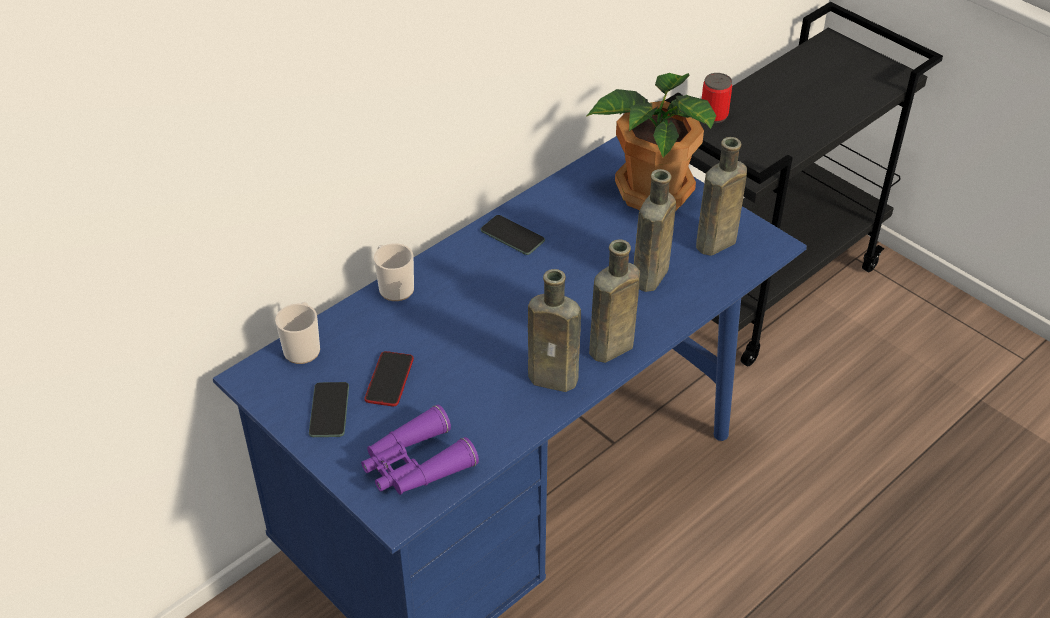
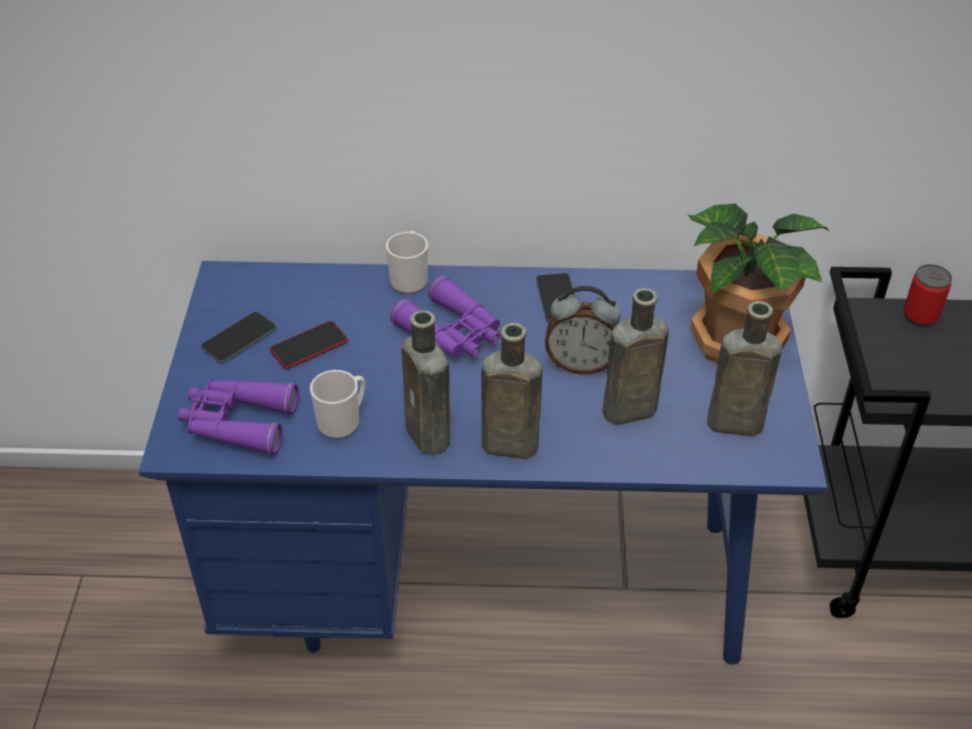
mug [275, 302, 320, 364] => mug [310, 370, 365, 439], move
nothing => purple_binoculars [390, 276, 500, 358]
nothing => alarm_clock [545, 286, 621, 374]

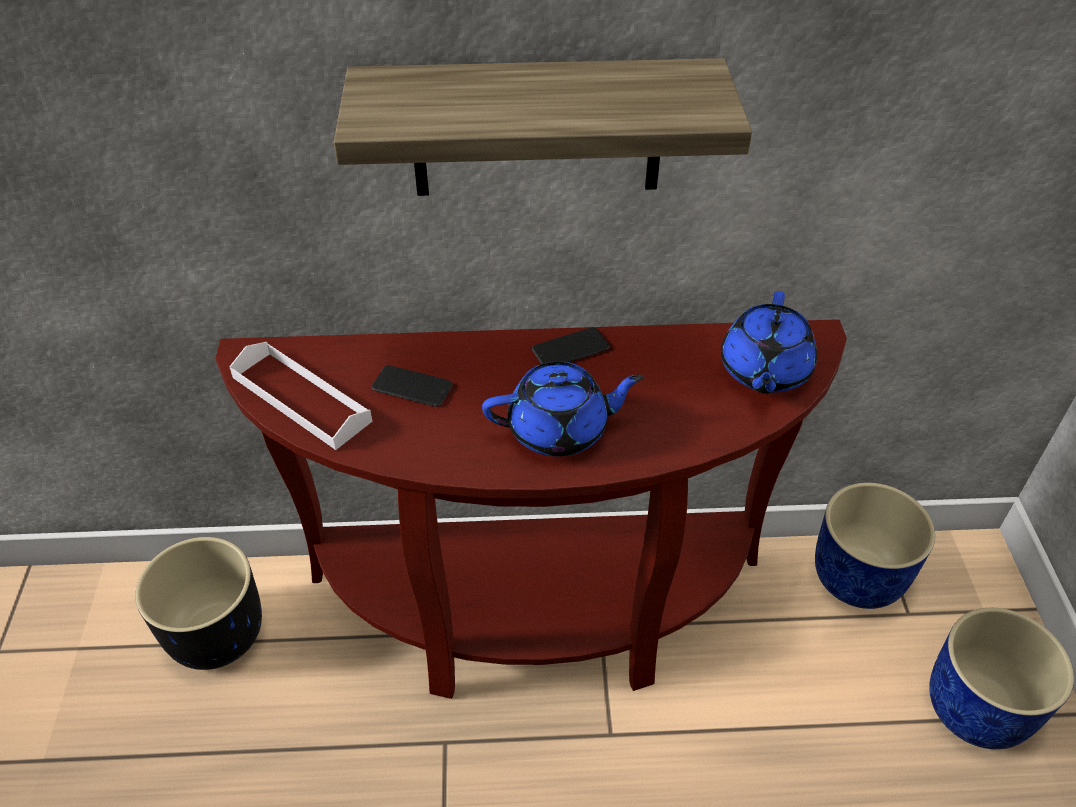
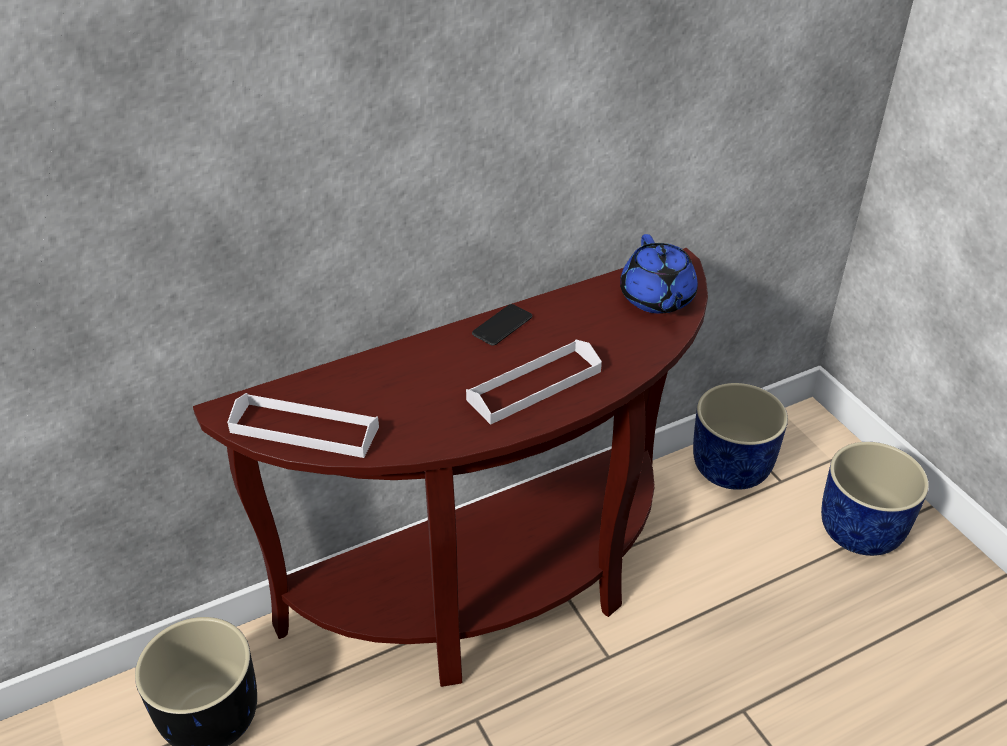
shelf [334, 58, 752, 196] => nothing
blue_teapot [482, 361, 644, 456] => white_tray [466, 340, 602, 425]
phone [372, 365, 453, 407] => nothing

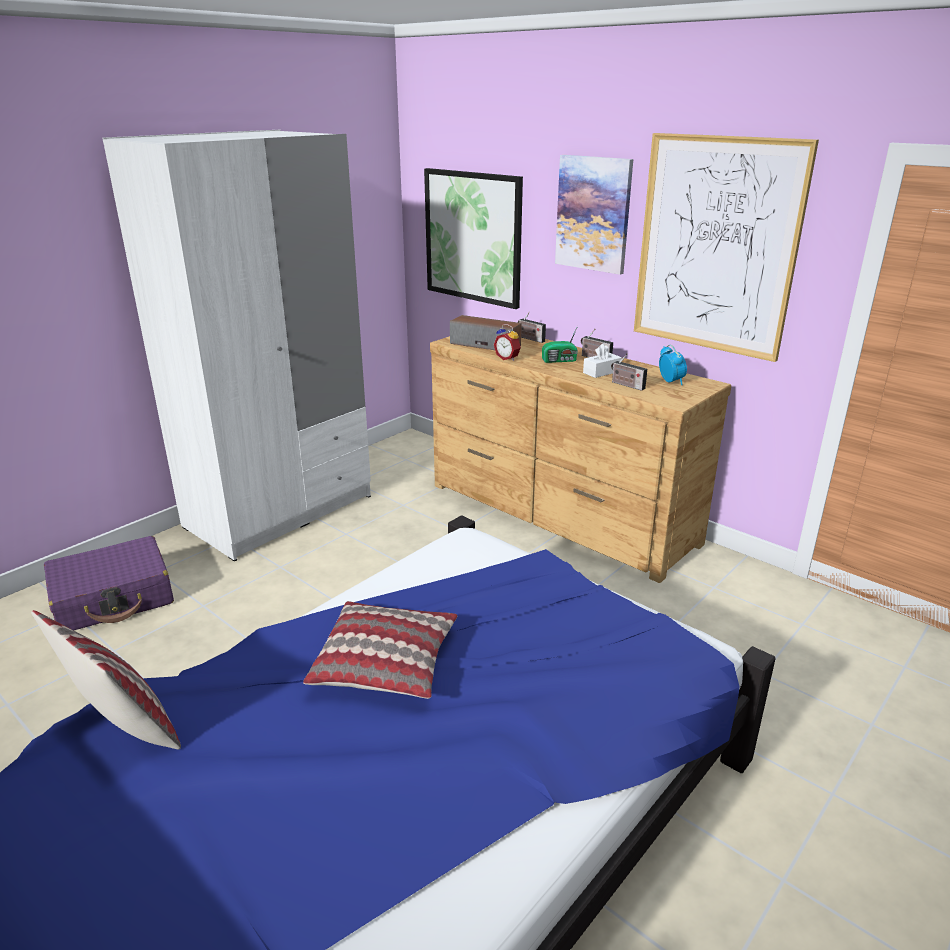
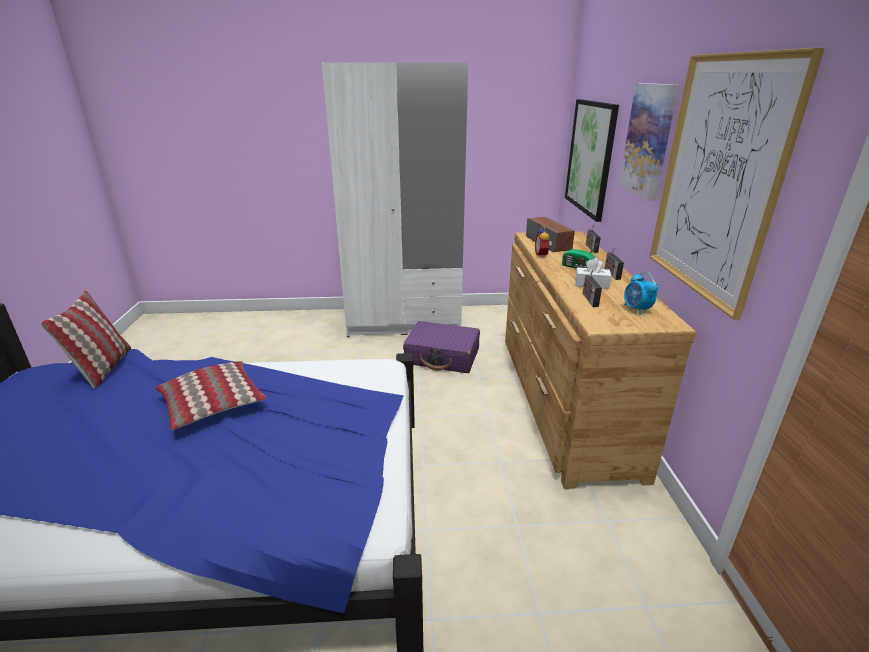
alarm_clock [659, 345, 687, 385] => alarm_clock [624, 272, 658, 315], 135 degrees clockwise
purple_suitcase [44, 536, 174, 630] => purple_suitcase [403, 321, 480, 373], move

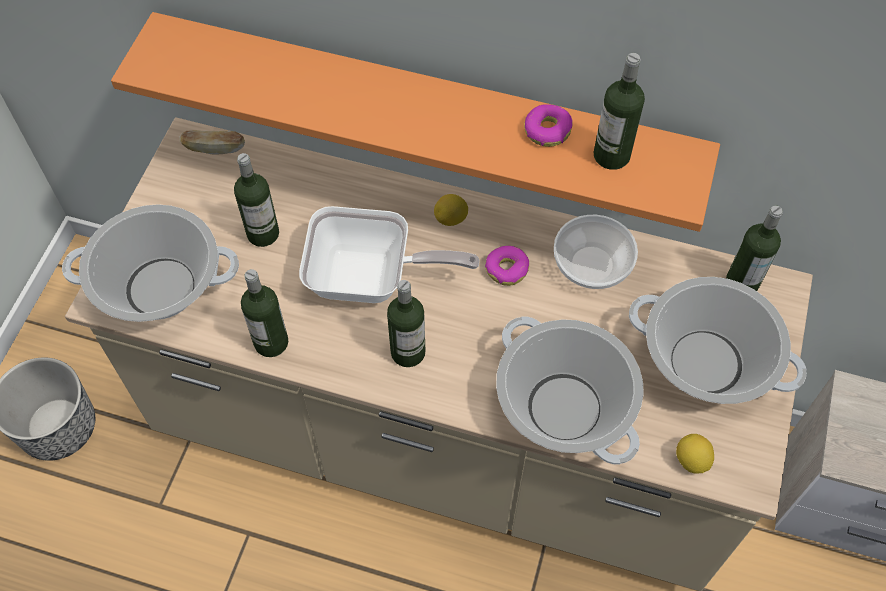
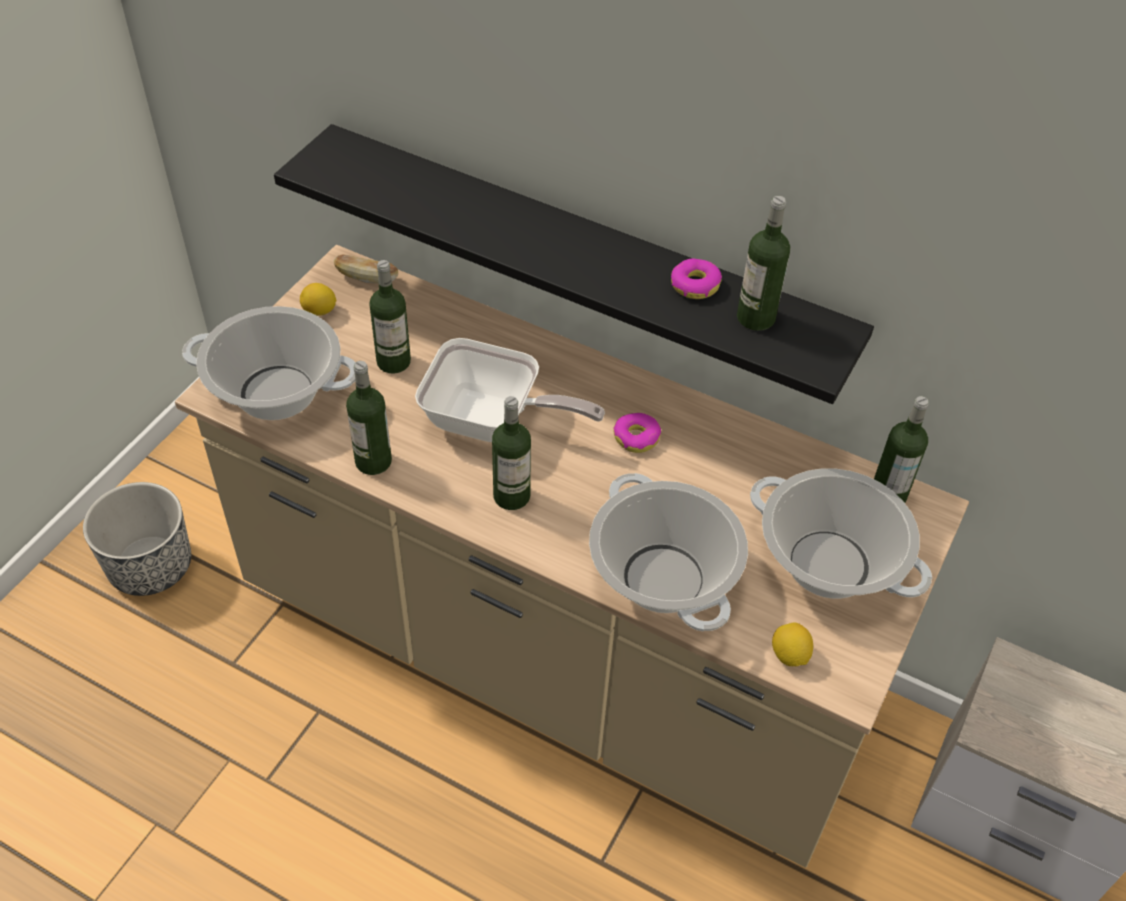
orange_shelf [111, 12, 720, 232] => black_shelf [274, 124, 874, 404]
lemon [434, 194, 468, 226] => lemon [300, 283, 336, 315], move
bowl [554, 215, 638, 289] => nothing

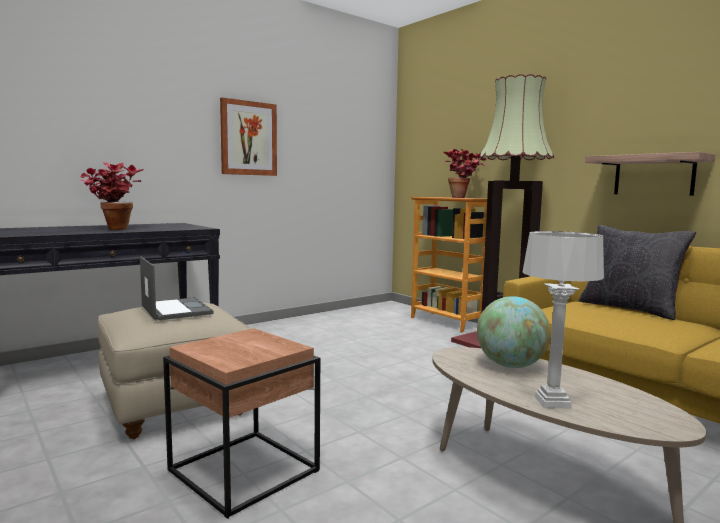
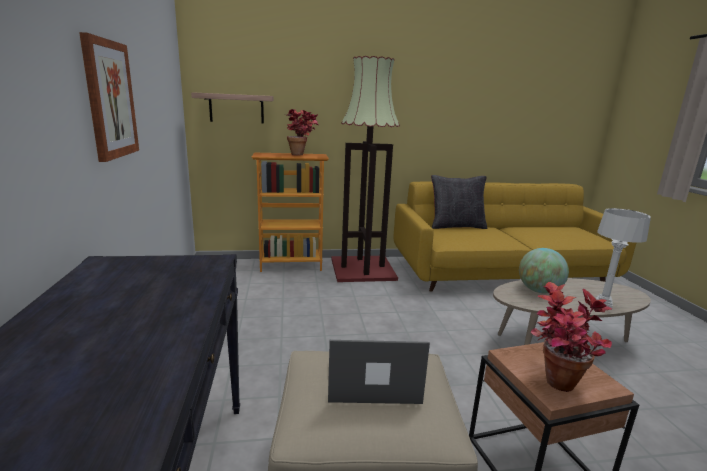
shelf [585, 152, 716, 196] => shelf [191, 92, 273, 123], move
potted_plant [81, 162, 144, 230] => potted_plant [531, 282, 612, 392], move

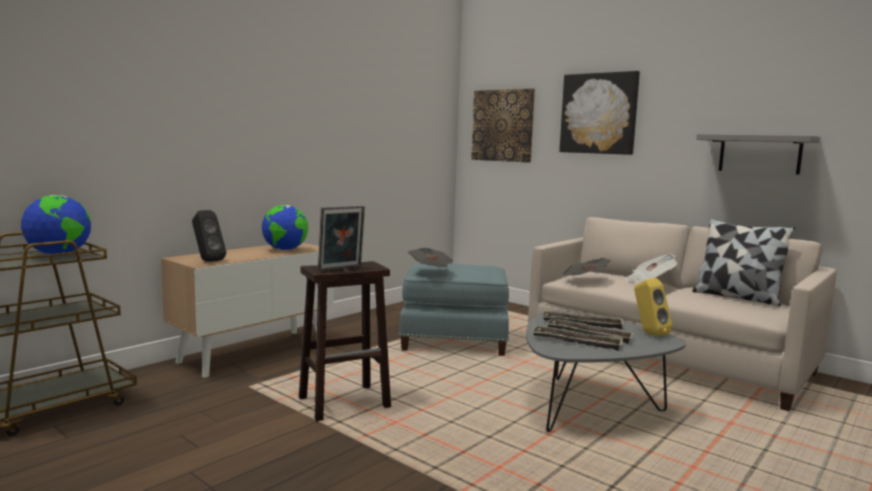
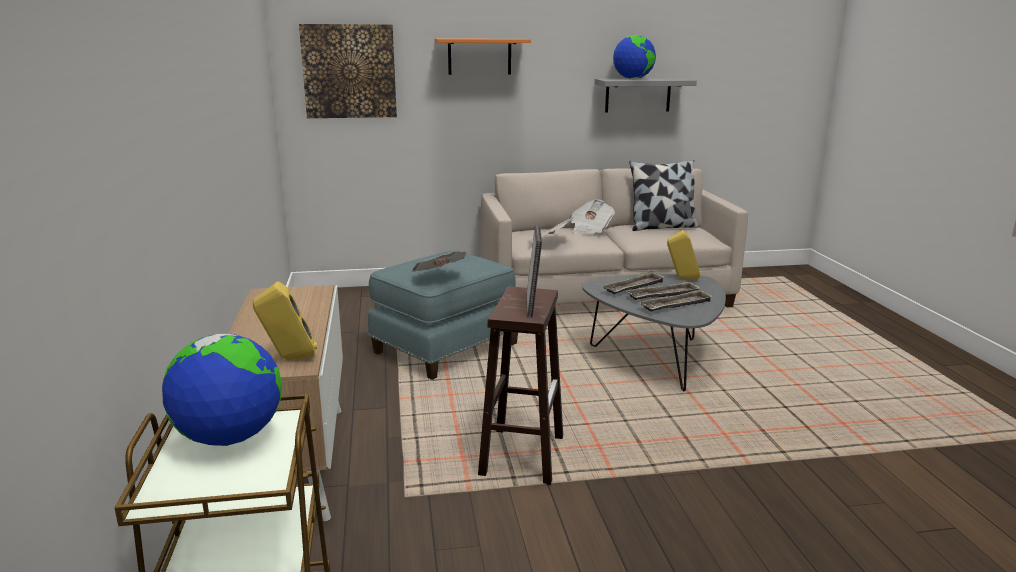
picture [559, 71, 640, 155] => orange_shelf [435, 38, 531, 75]
globe [262, 205, 308, 250] => globe [613, 35, 656, 79], move
black_speaker [192, 210, 226, 262] => yellow_speaker [253, 281, 317, 360]

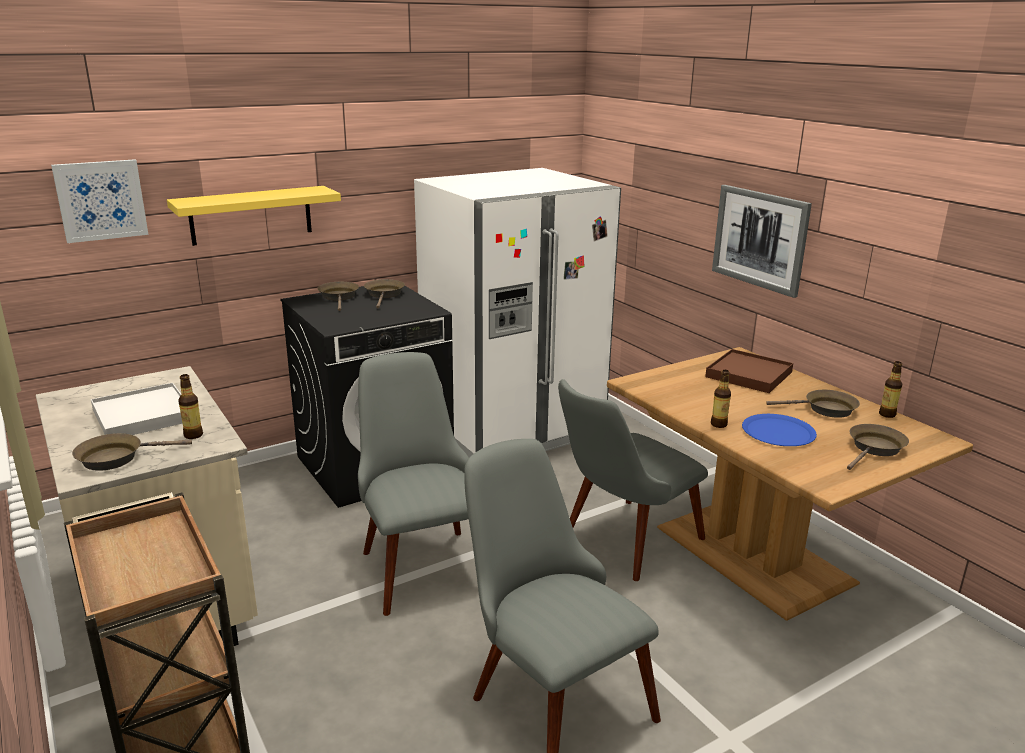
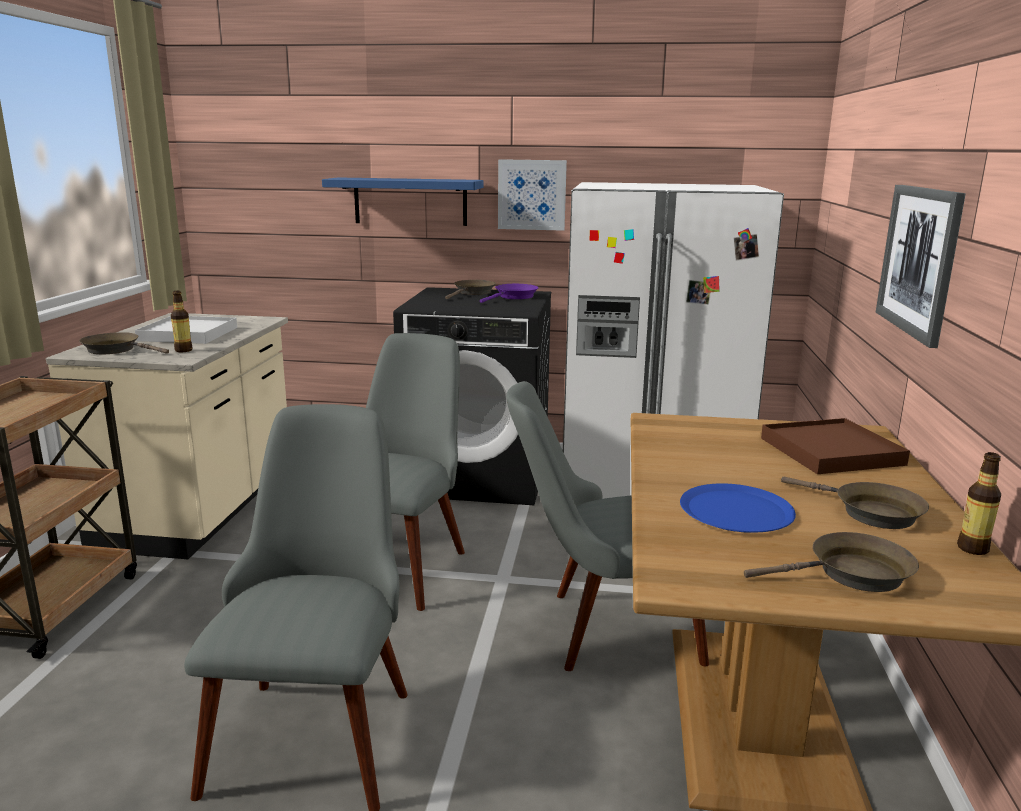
picture [51, 159, 149, 243] => picture [498, 159, 567, 231], move
yellow_shelf [167, 186, 341, 246] => blue_shelf [322, 177, 483, 226]
brown_frying_pan [364, 279, 405, 308] => purple_frying_pan [480, 284, 538, 303]
bottle [711, 370, 731, 428] => nothing

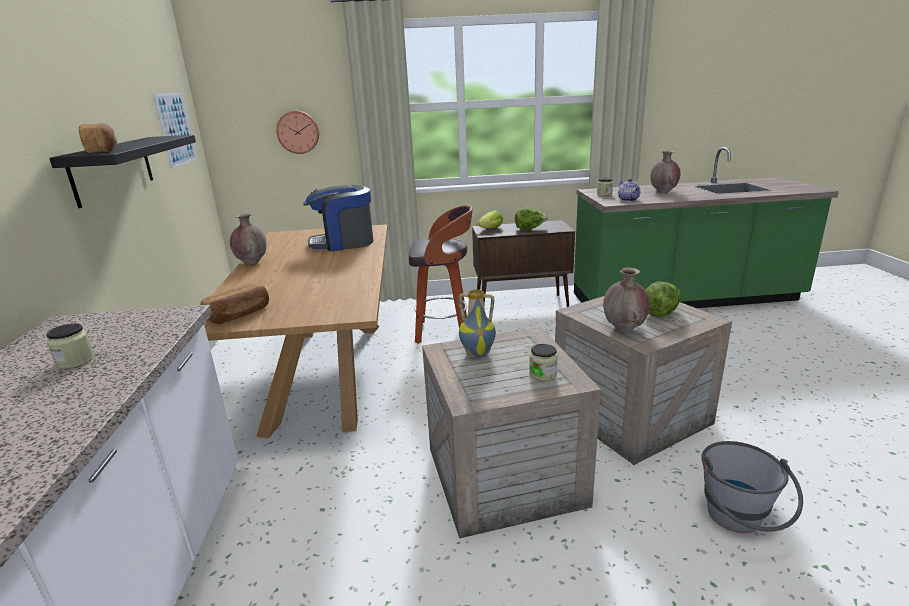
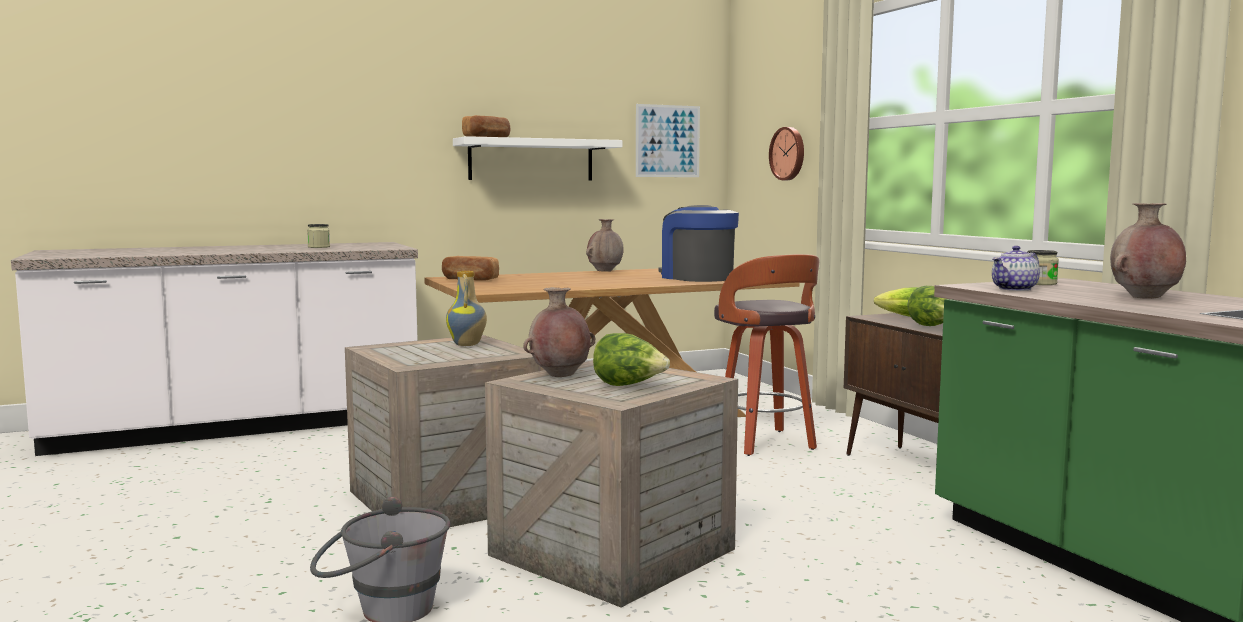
black_shelf [49, 135, 196, 208] => white_shelf [453, 136, 622, 180]
jar [530, 344, 558, 381] => nothing

